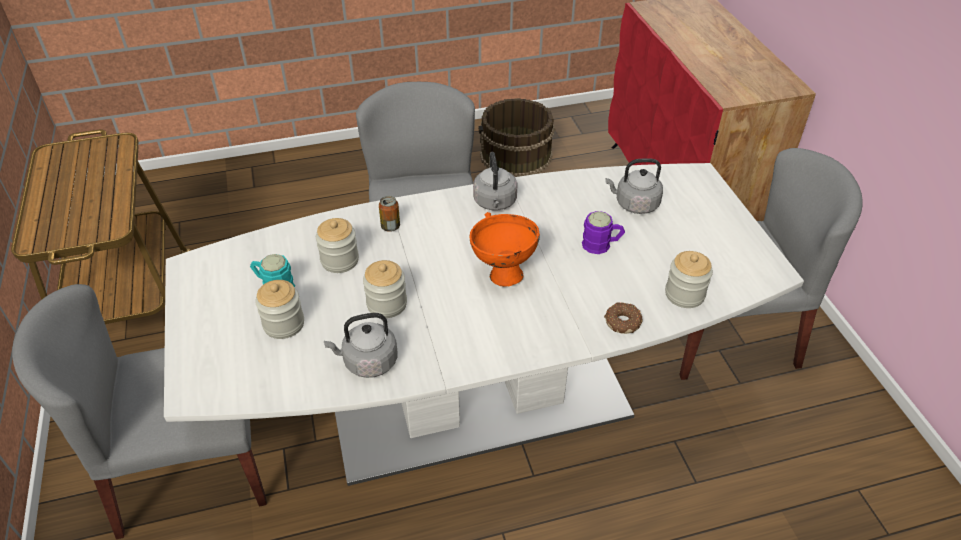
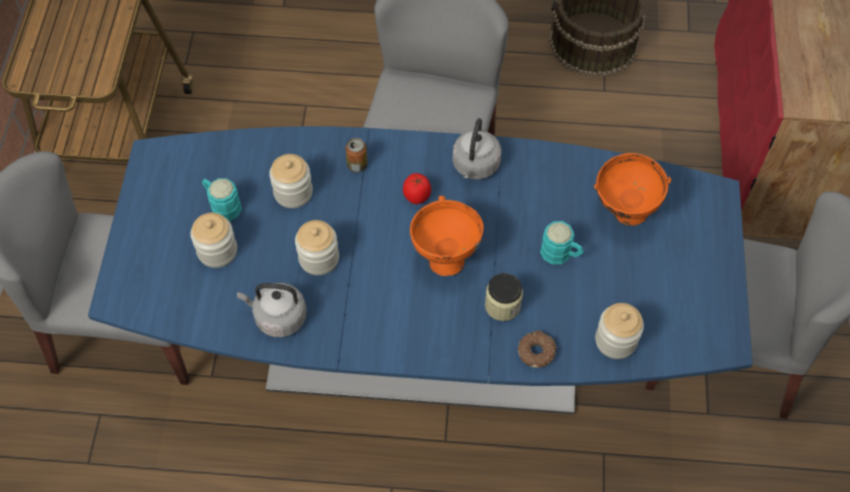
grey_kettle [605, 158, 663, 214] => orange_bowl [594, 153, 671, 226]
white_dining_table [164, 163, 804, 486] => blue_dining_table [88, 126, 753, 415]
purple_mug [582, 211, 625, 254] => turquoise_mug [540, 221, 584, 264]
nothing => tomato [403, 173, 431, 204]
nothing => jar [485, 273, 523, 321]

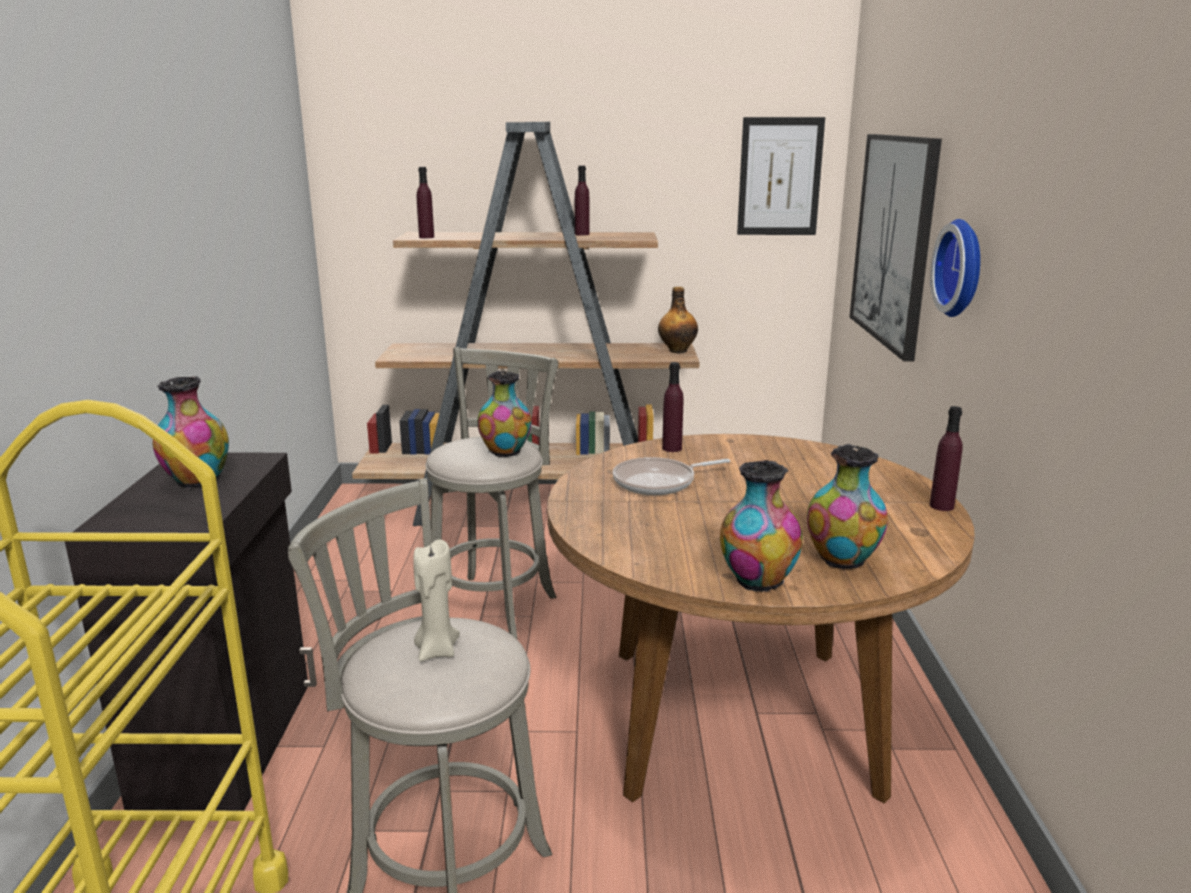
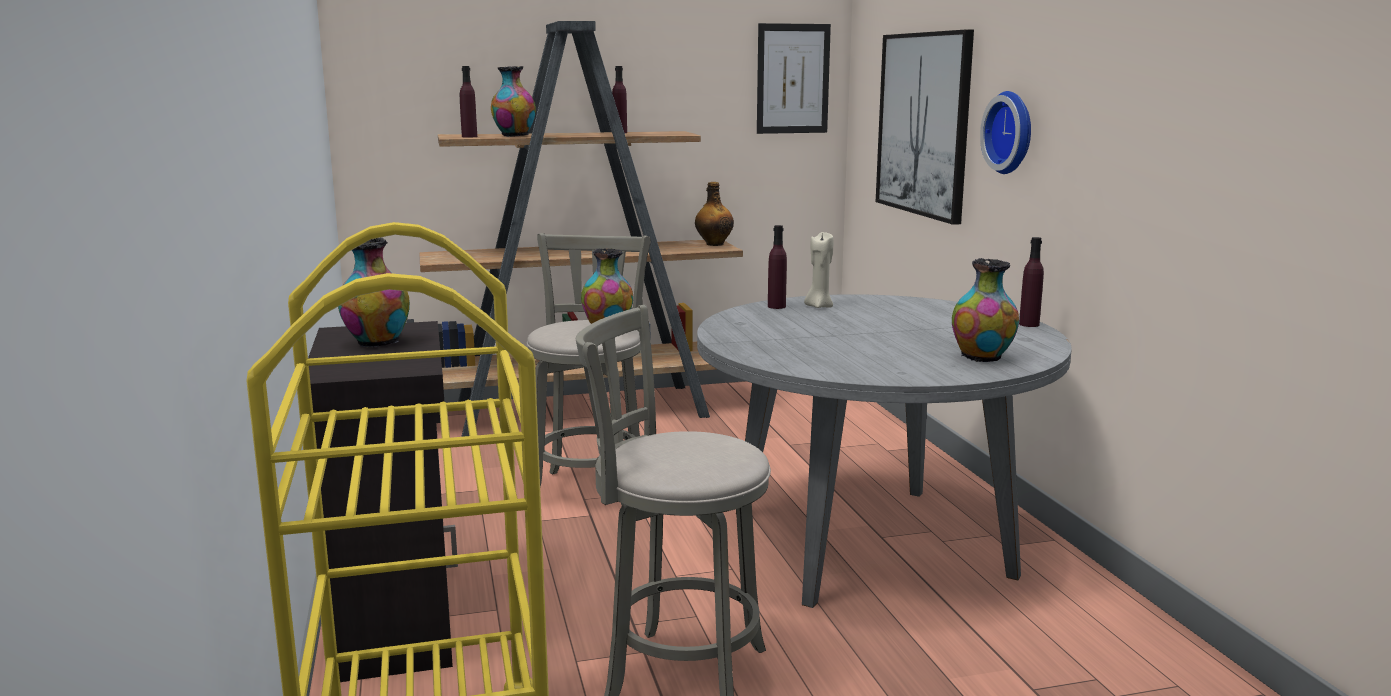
brown_dining_table [547, 434, 975, 804] => grey_dining_table [697, 294, 1072, 608]
frying_pan [613, 457, 730, 495] => nothing
vase [720, 460, 803, 592] => vase [491, 66, 536, 137], move
beige_candle [413, 539, 460, 661] => beige_candle [804, 232, 833, 308], move

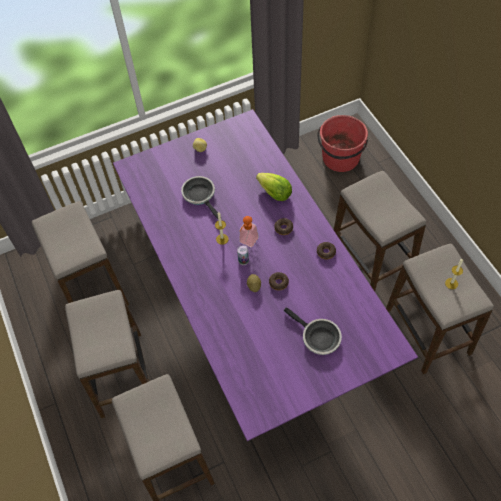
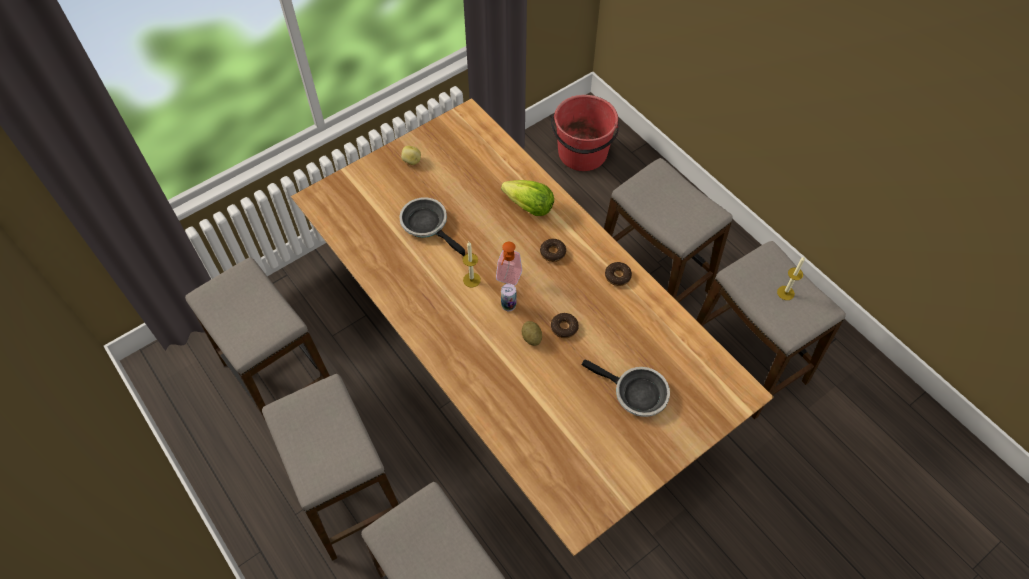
purple_dining_table [113, 109, 418, 441] => brown_dining_table [291, 98, 774, 556]

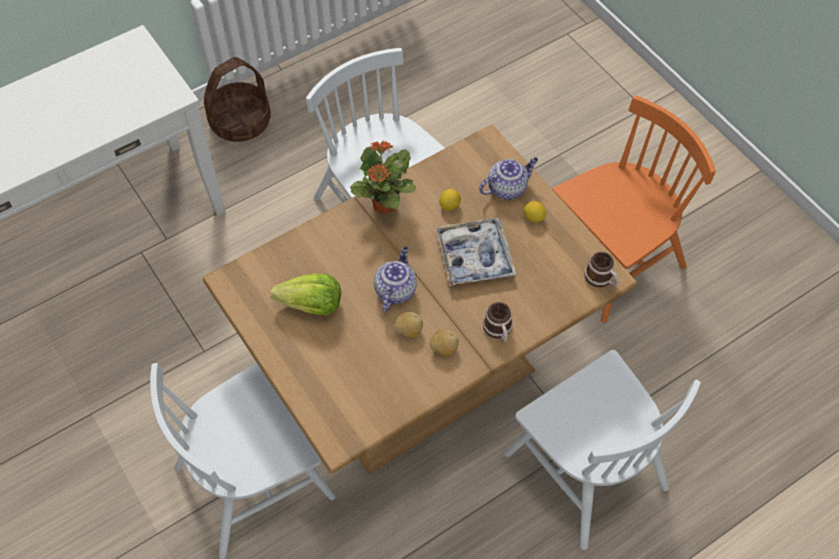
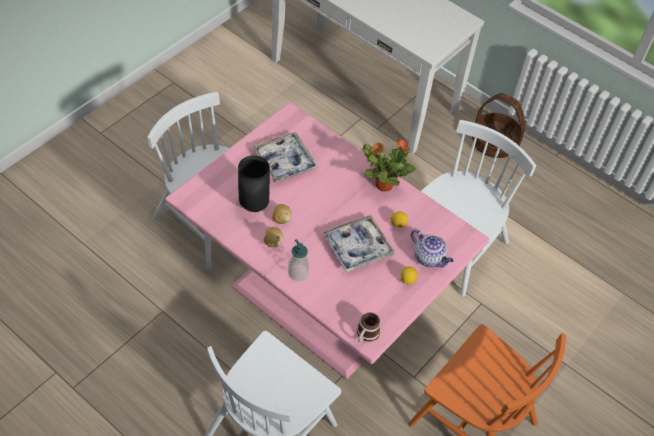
brown_dining_table [203, 124, 637, 474] => pink_dining_table [165, 102, 489, 380]
teapot [374, 246, 417, 312] => nothing
lettuce [270, 274, 341, 315] => tray [252, 132, 319, 183]
mug [483, 302, 513, 342] => soap_dispenser [288, 239, 309, 281]
nothing => black_vase [238, 155, 270, 212]

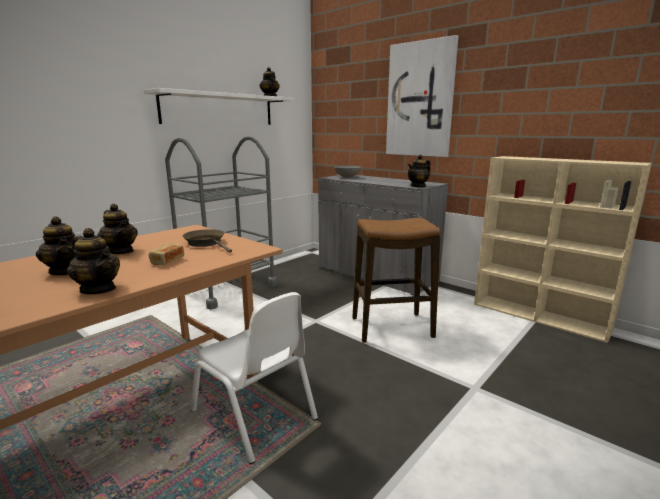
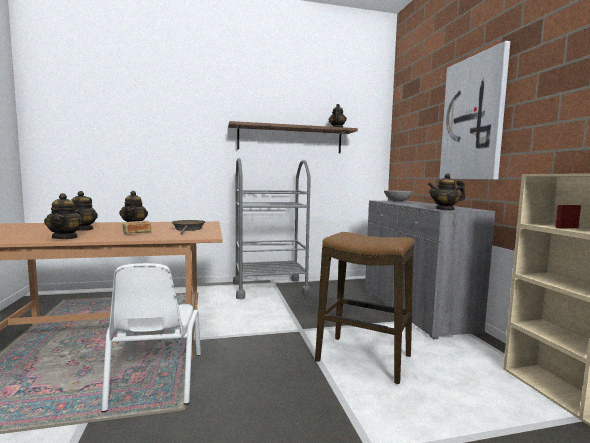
white_shelf [144, 88, 294, 125] => brown_shelf [228, 121, 358, 153]

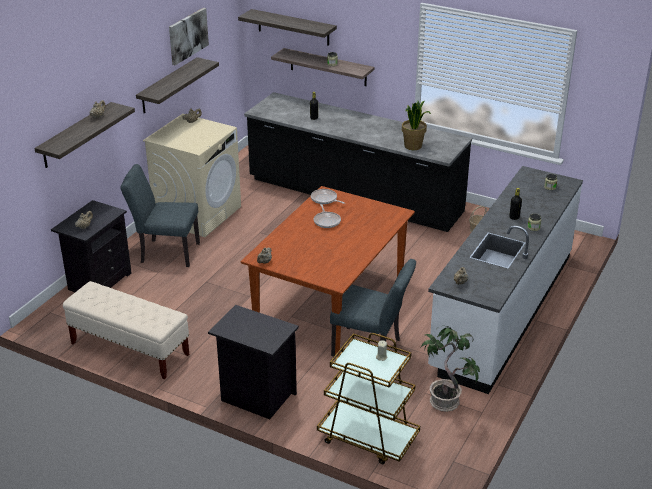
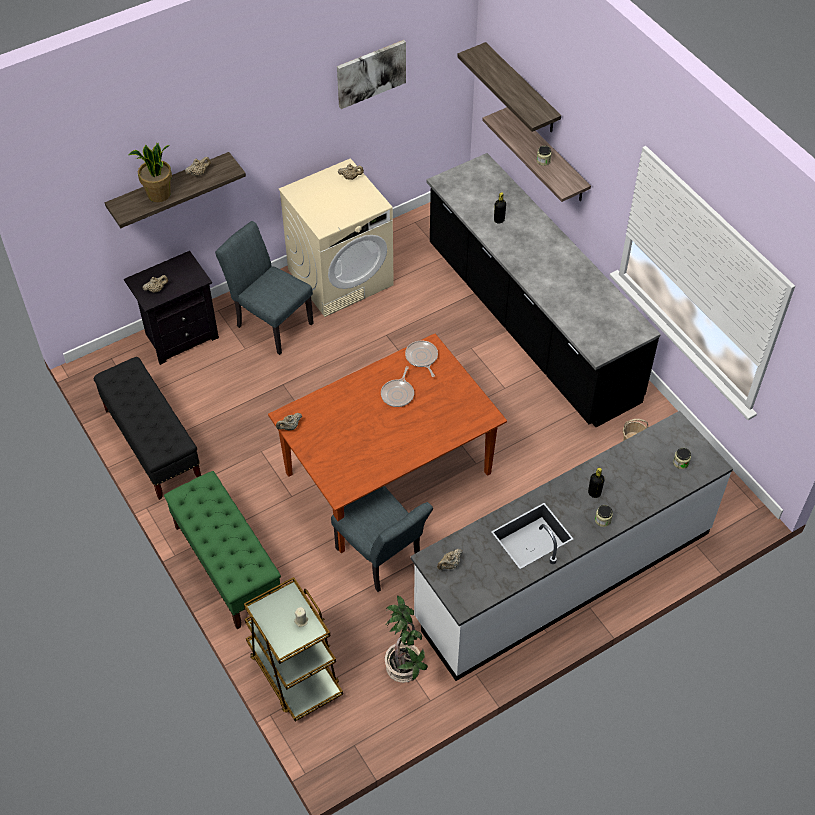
shelf [136, 57, 219, 114] => nothing
potted_plant [402, 101, 431, 150] => potted_plant [129, 143, 172, 202], move
beige_bench [63, 281, 189, 379] => black_bench [94, 357, 201, 500]
black_nightstand [208, 305, 299, 419] => green_bench [164, 471, 281, 629]

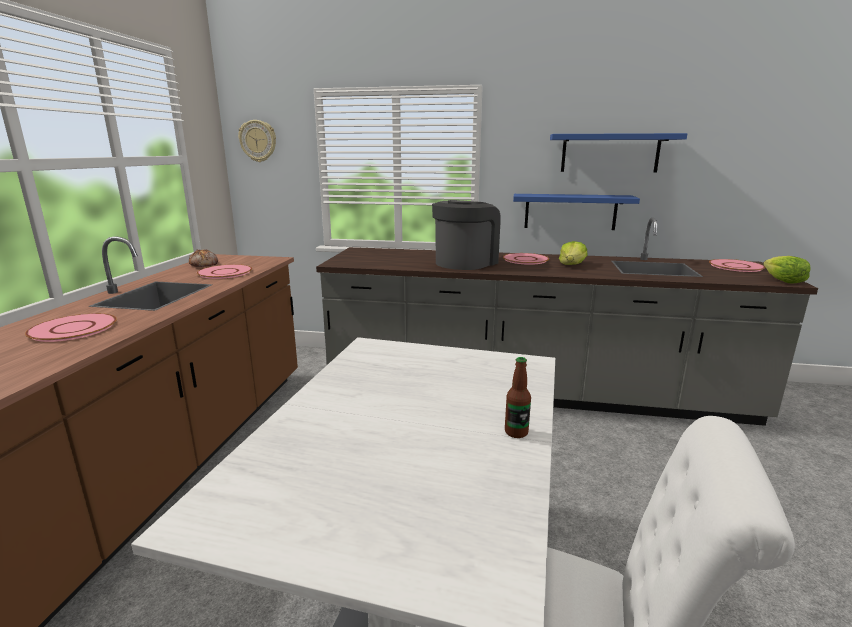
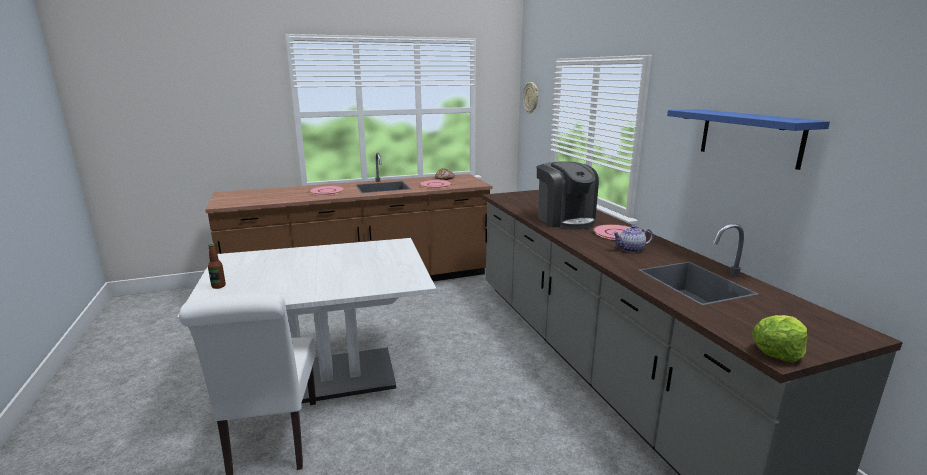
blue_shelf [513, 194, 640, 230] => nothing
coffee_machine [432, 200, 501, 270] => coffee_machine [537, 161, 599, 229], 60 degrees clockwise
lettuce [559, 241, 587, 265] => teapot [613, 225, 653, 253]
pink_plate [709, 259, 765, 272] => nothing
bottle [505, 357, 531, 438] => bottle [208, 243, 226, 289], move

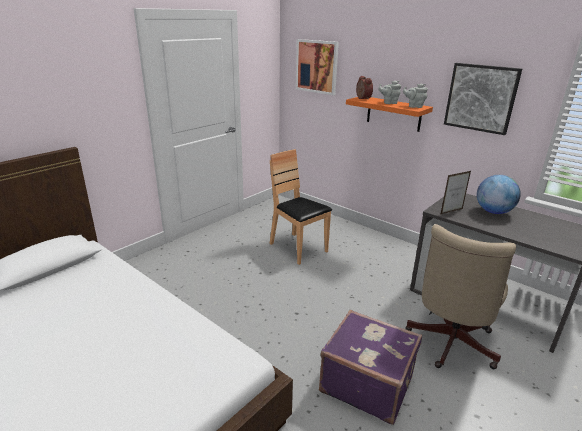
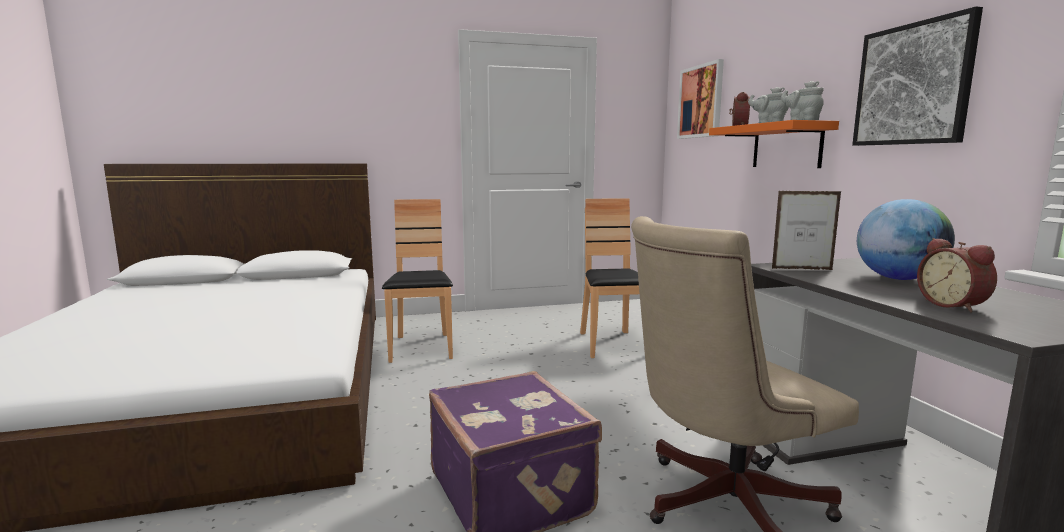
nothing => brown_chair [382, 199, 453, 363]
nothing => alarm_clock [917, 238, 997, 312]

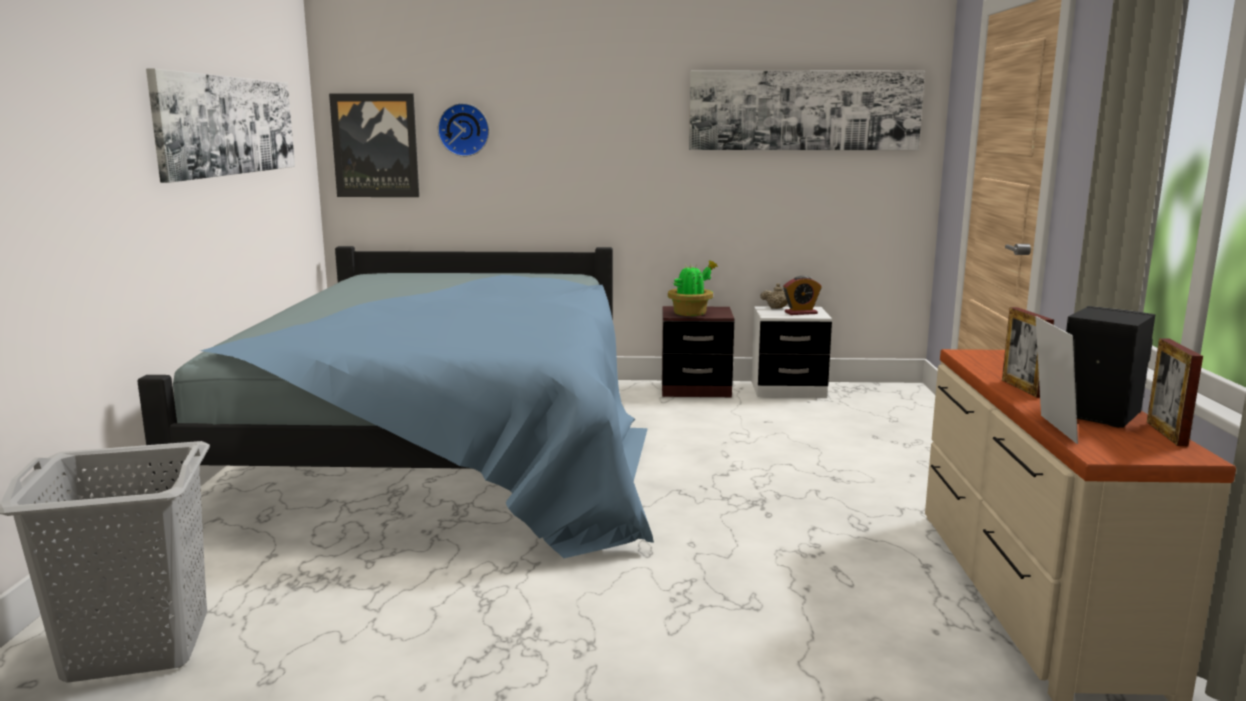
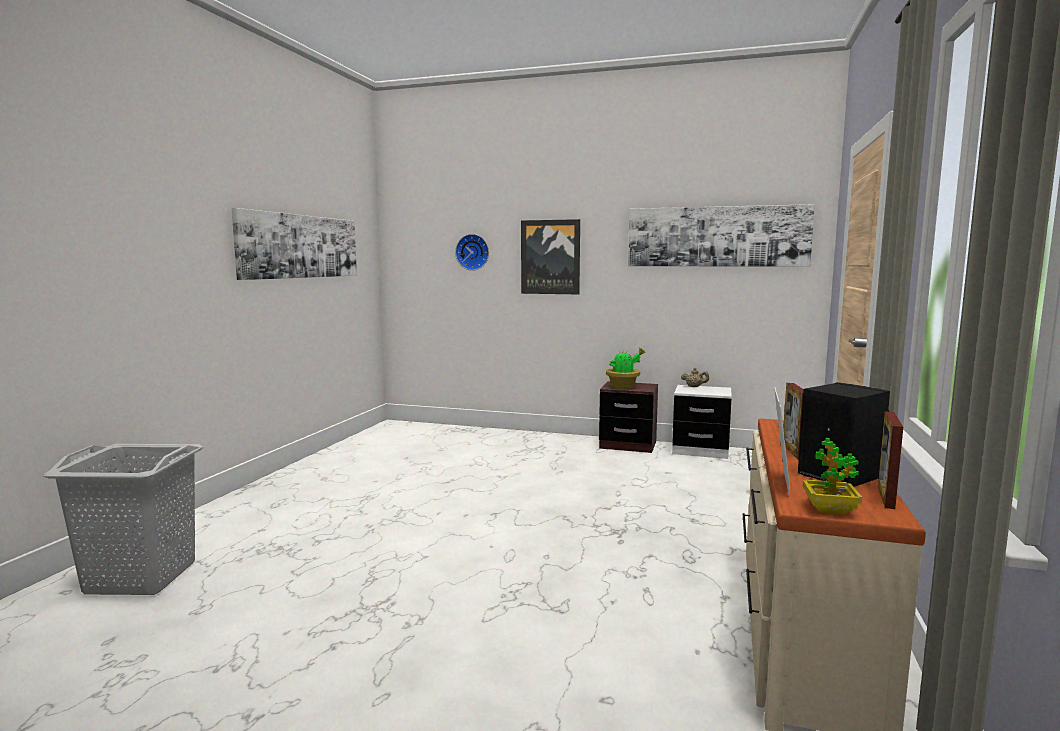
picture [329, 94, 419, 197] => picture [521, 219, 580, 294], move
blue_bed [137, 246, 654, 558] => nothing
alarm_clock [783, 276, 822, 315] => nothing
nothing => potted_plant [803, 438, 862, 515]

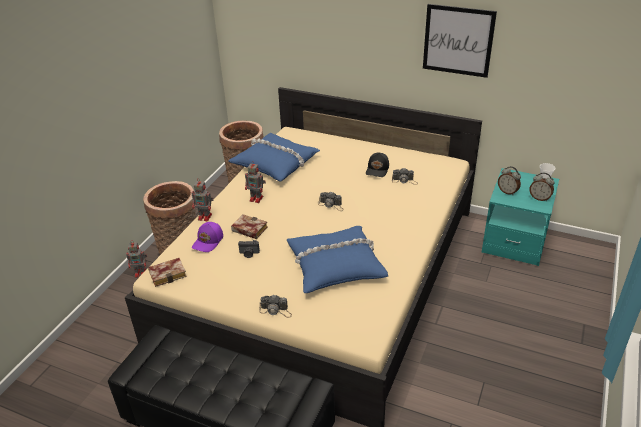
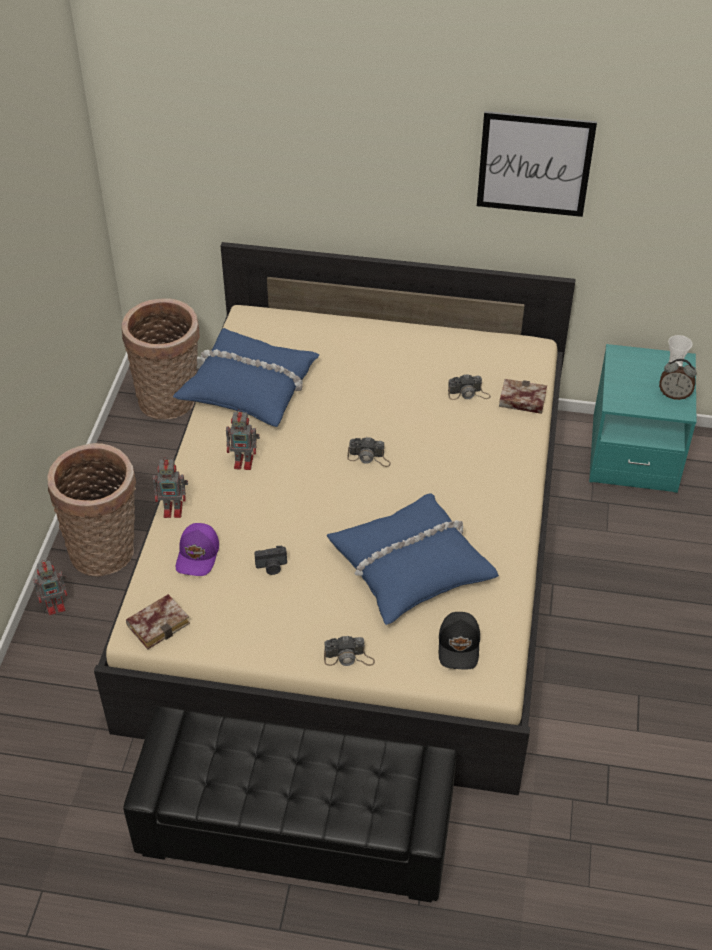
black_cap [366, 153, 389, 177] => black_cap [439, 612, 480, 669], move
alarm_clock [498, 166, 521, 195] => nothing
book [231, 214, 268, 239] => book [499, 379, 547, 414], move

